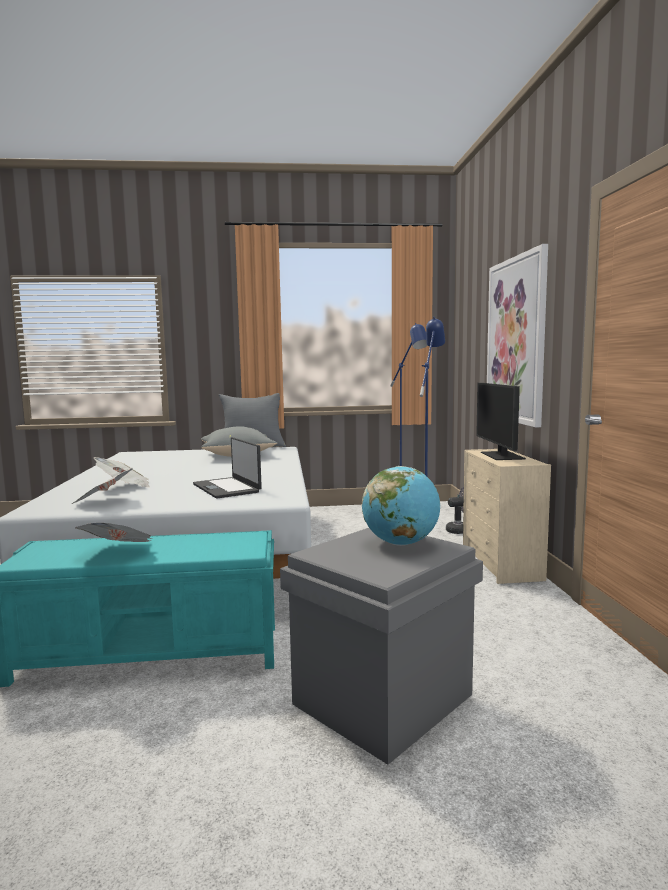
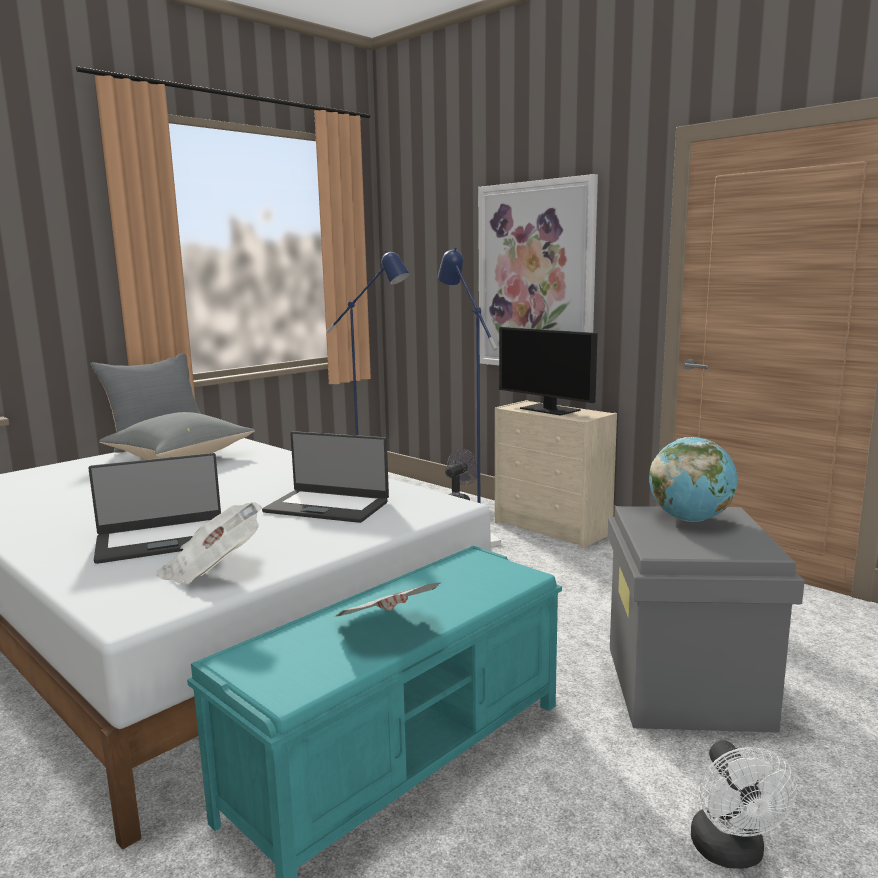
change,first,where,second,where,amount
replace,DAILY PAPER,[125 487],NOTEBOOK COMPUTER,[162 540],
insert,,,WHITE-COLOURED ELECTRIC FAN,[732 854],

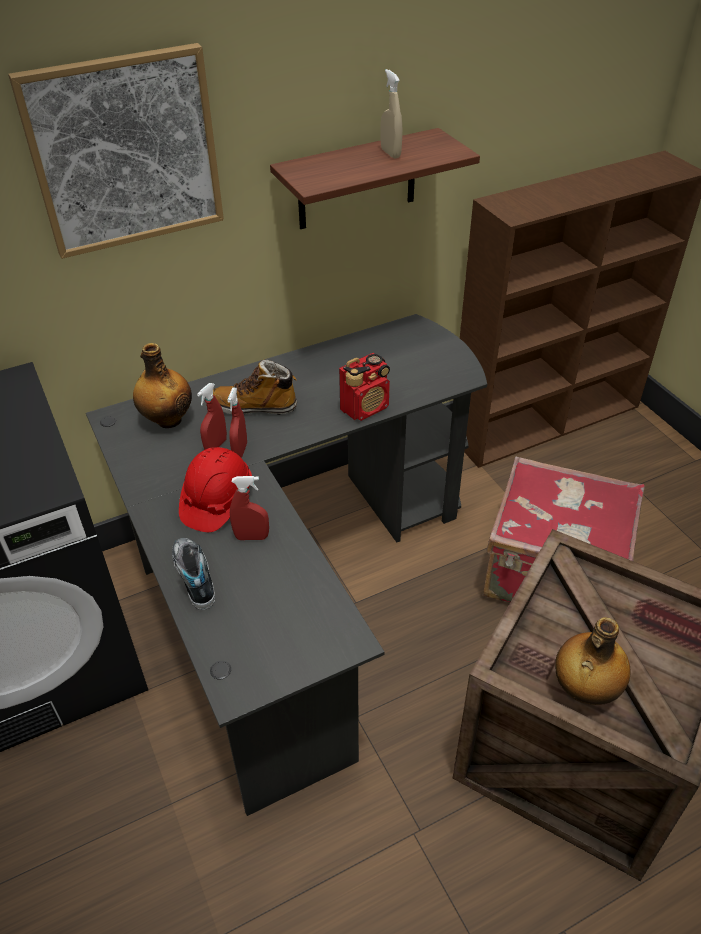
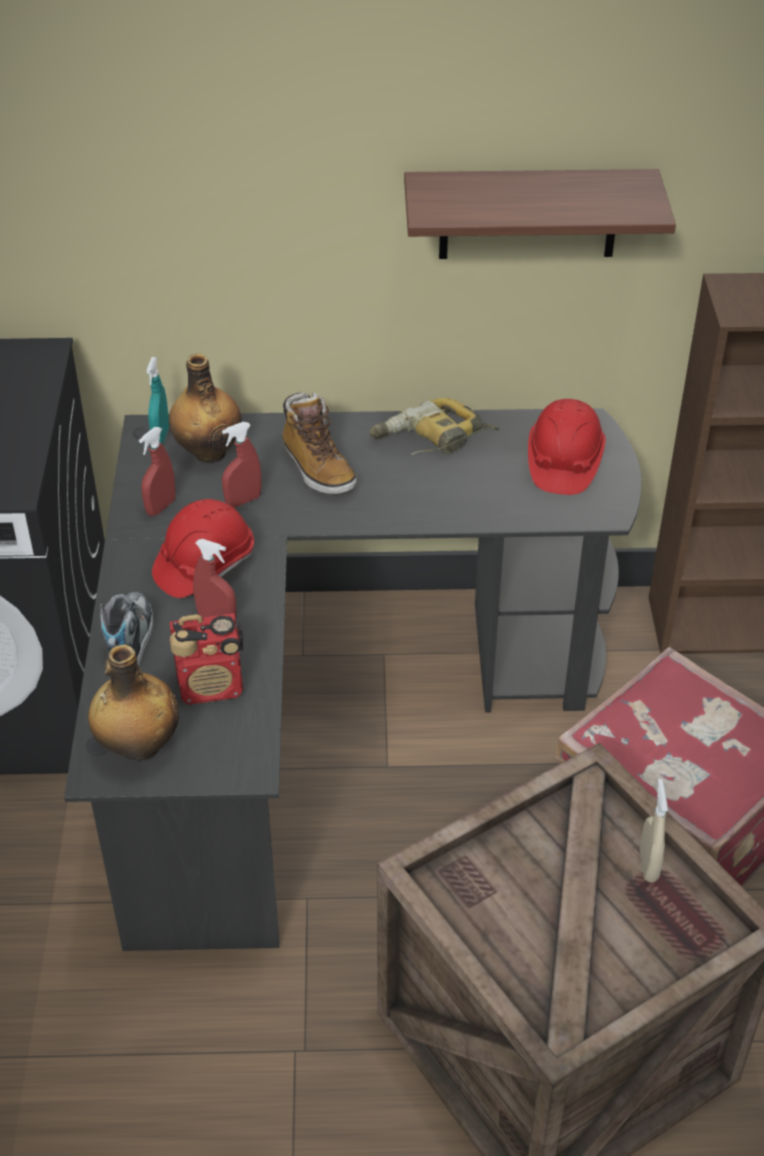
change,first,where,second,where,amount
move,BEVERAGE BOTTLE,[583 690],,[138 746],
move,RED SPRAY BOTTLE,[240 450],,[161 507],
insert,,,TURQUOISE SPRAY BOTTLE,[161 436],
move,RADIO,[365 408],,[212 686],
rotate,HIGH-TOP BOOT,[254 407],,[317 468],150 degrees counterclockwise
insert,,,DRILL,[432 440],
insert,,,RED WORK HELMET,[563 463],
move,BEIGE-COLOURED SPRAY BOTTLE,[390 153],,[648 865],
delete,PICTURE,[125 152],,,

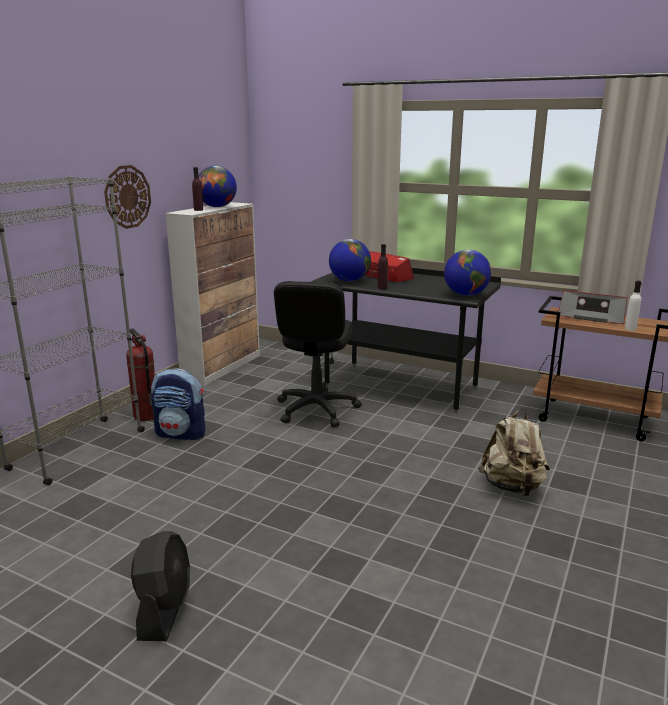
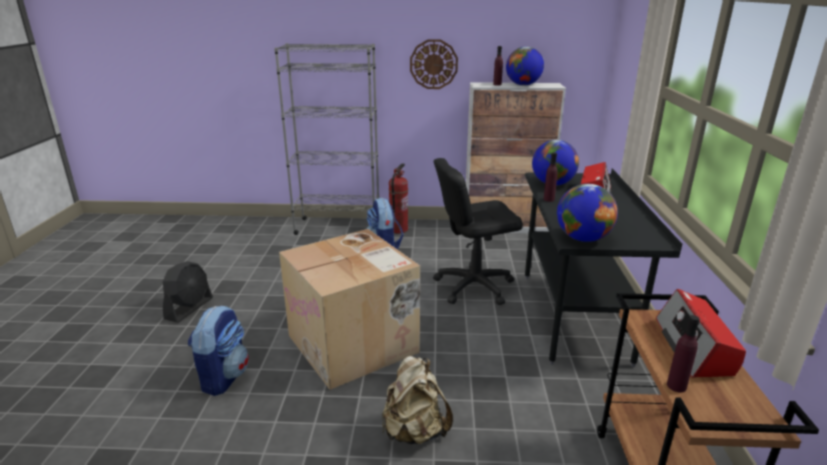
change,first,where,second,where,amount
rotate,BLACK-COLOURED ELECTRIC FAN,[164 610],,[189 308],45 degrees counterclockwise
insert,,,KNAPSACK,[223 377],
insert,,,CARTON,[355 344],
recolor,WHITE-COLOURED BEVERAGE BOTTLE,[630 329],PURPLE-COLOURED BEVERAGE BOTTLE,[676 386],

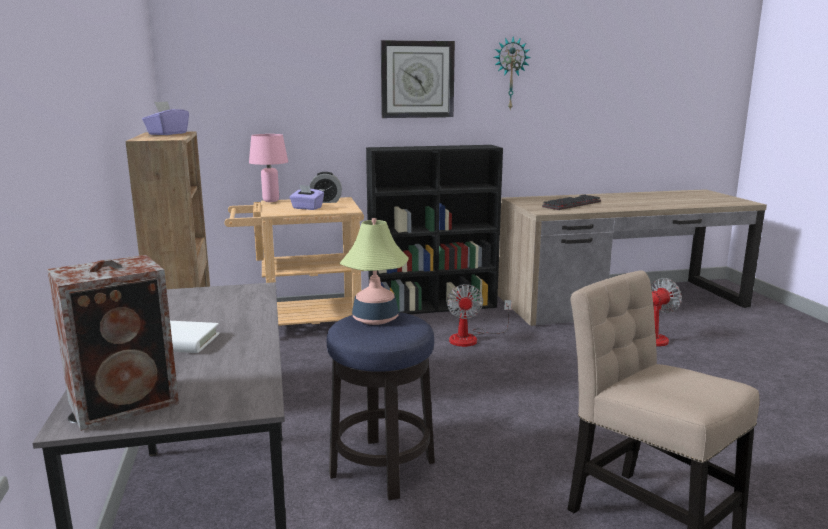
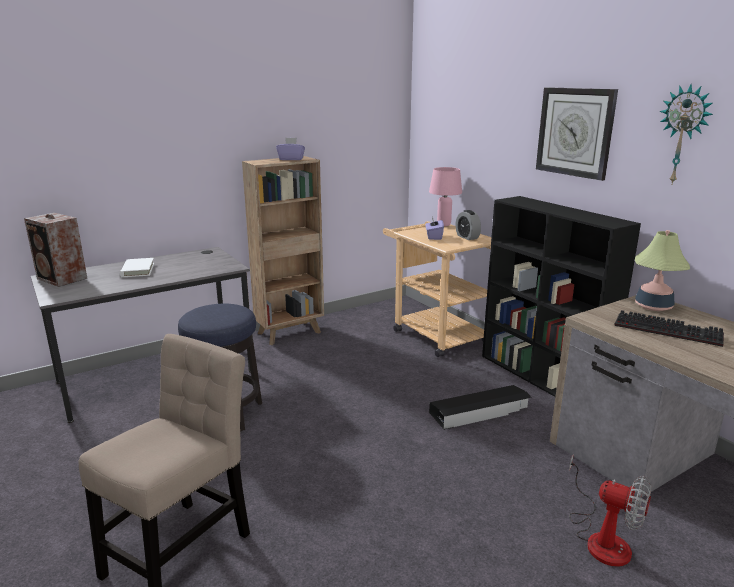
change,first,where,second,where,amount
replace,ELECTRIC FAN,[471 338],BLACK-COLOURED STORAGE CONTAINER,[480 411],
move,LAMP FOR A TABLE,[375 319],,[653 306],

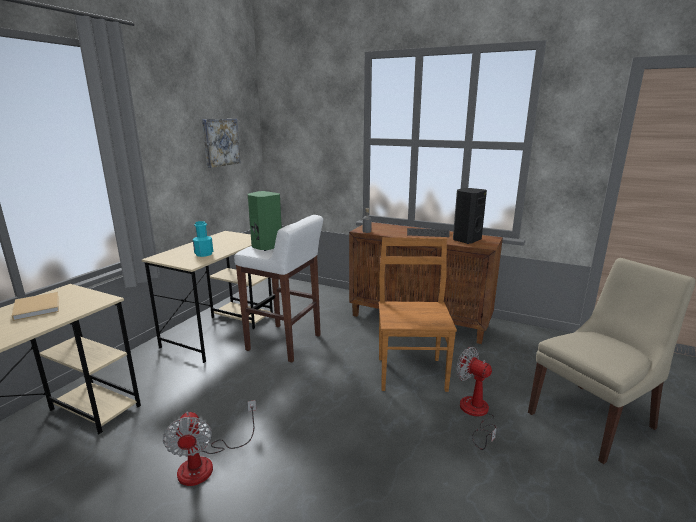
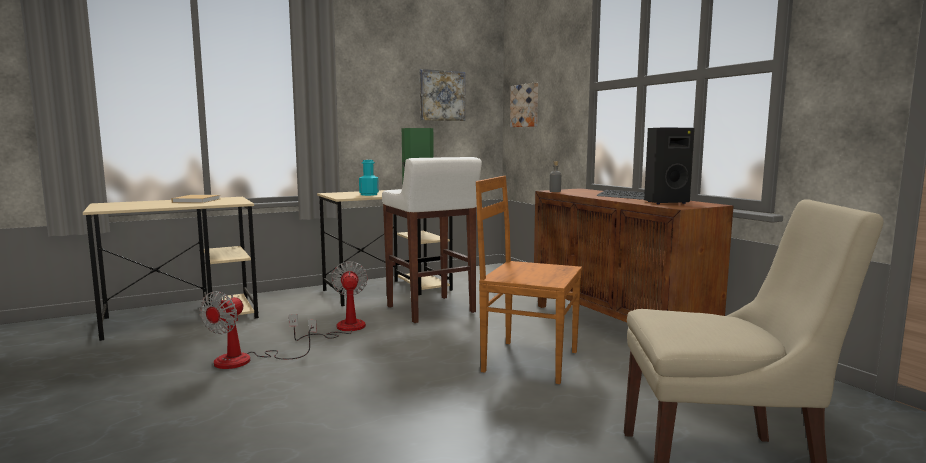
change,first,where,second,where,amount
move,ELECTRIC FAN,[476 414],,[341 329],
rotate,BROWN CHAIR,[411 372],,[527 361],105 degrees counterclockwise
insert,,,PICTURE,[525 105],

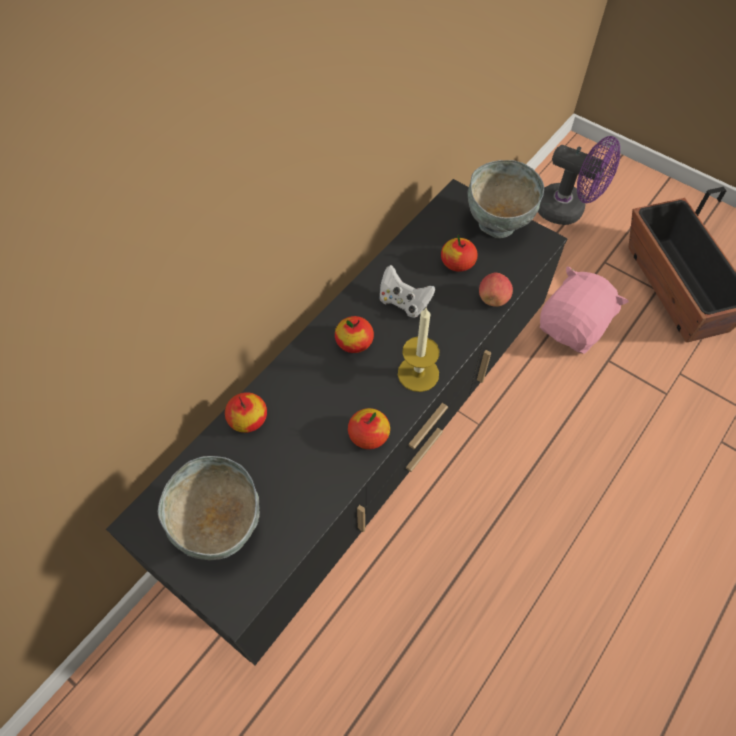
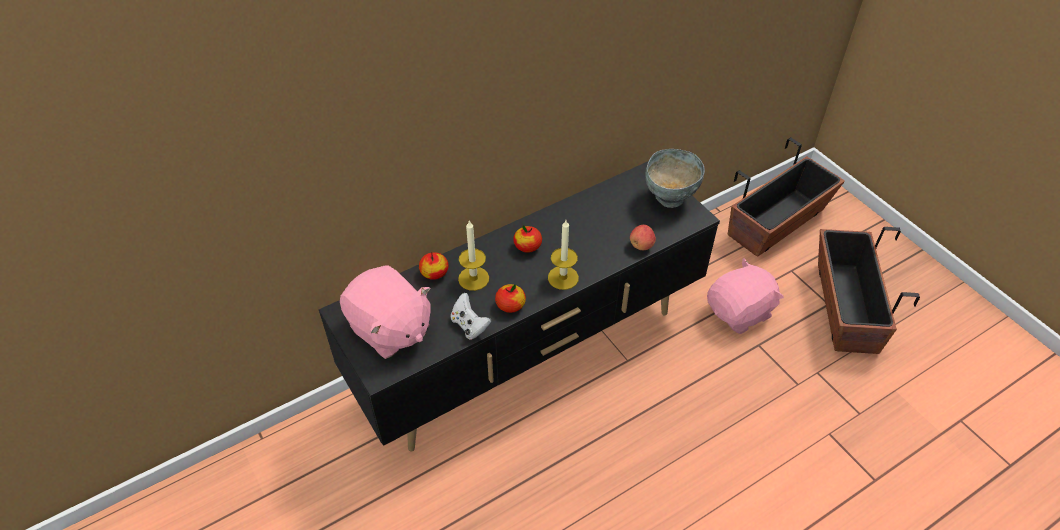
change,first,where,second,where,amount
replace,GREYISH DEEP DISH,[221 527],PINK-COLOURED CUDDLY TOY,[390 329],
move,WHITE-COLOURED JOYPAD,[403 302],,[469 325],
insert,,,WAX CANDLE,[473 278],
replace,PURPLE-COLOURED ELECTRIC FAN,[568 211],PLANT POT,[777 223],
delete,APPLE FRUIT,[457 263],,,

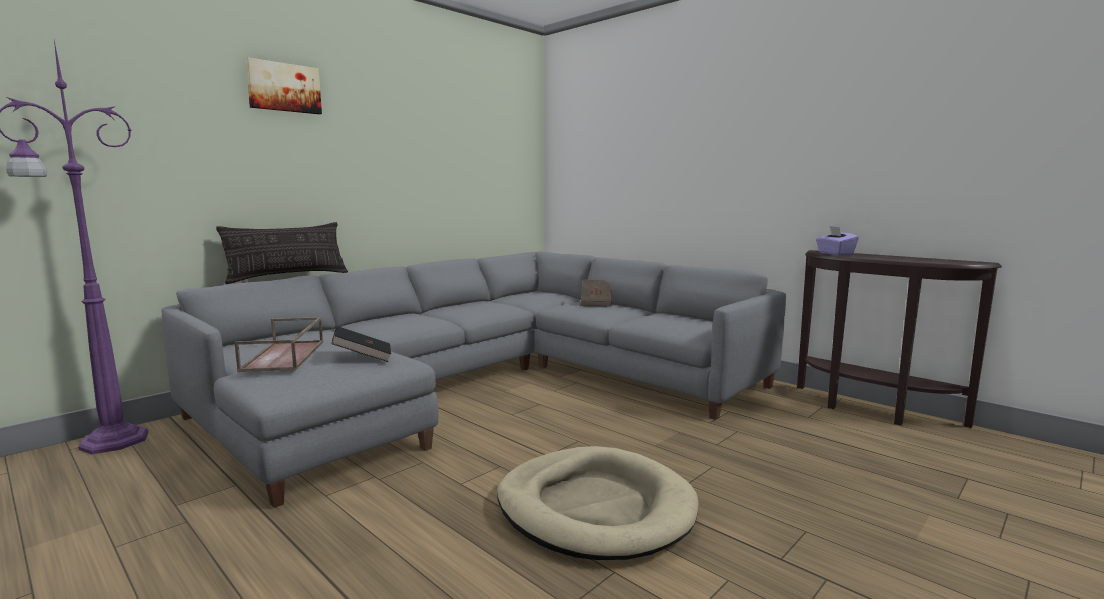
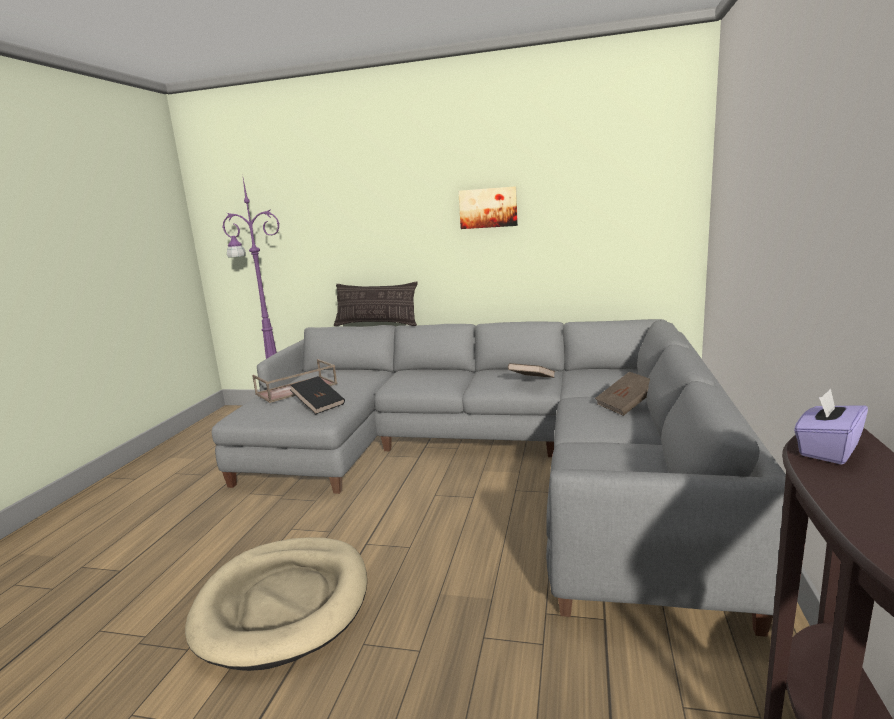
change,first,where,second,where,amount
move,PICTURE,[284 87],,[488 208],
insert,,,BROWN VOLUME,[532 381],

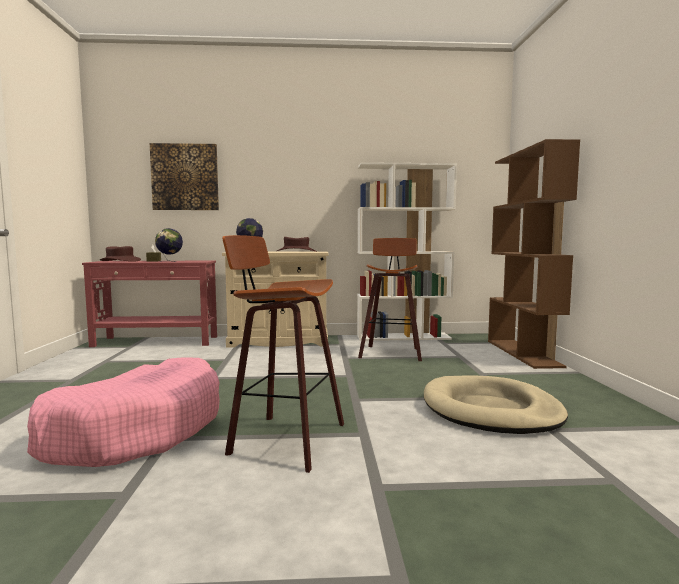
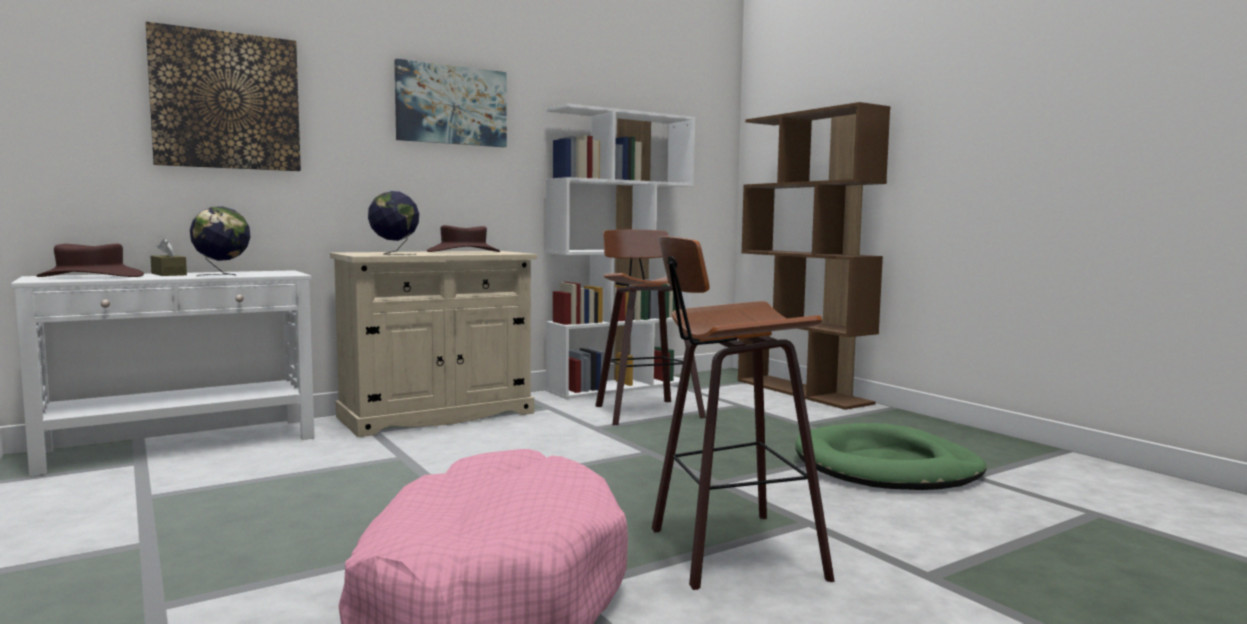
change,first,where,second,where,amount
recolor,RED HALL TABLE,[156 341],WHITE-COLOURED HALL TABLE,[182 445],
insert,,,PICTURE,[451 105],
recolor,BEIGE-COLOURED DOG CUSHION,[490 410],GREEN-COLOURED DOG CUSHION,[886 466],

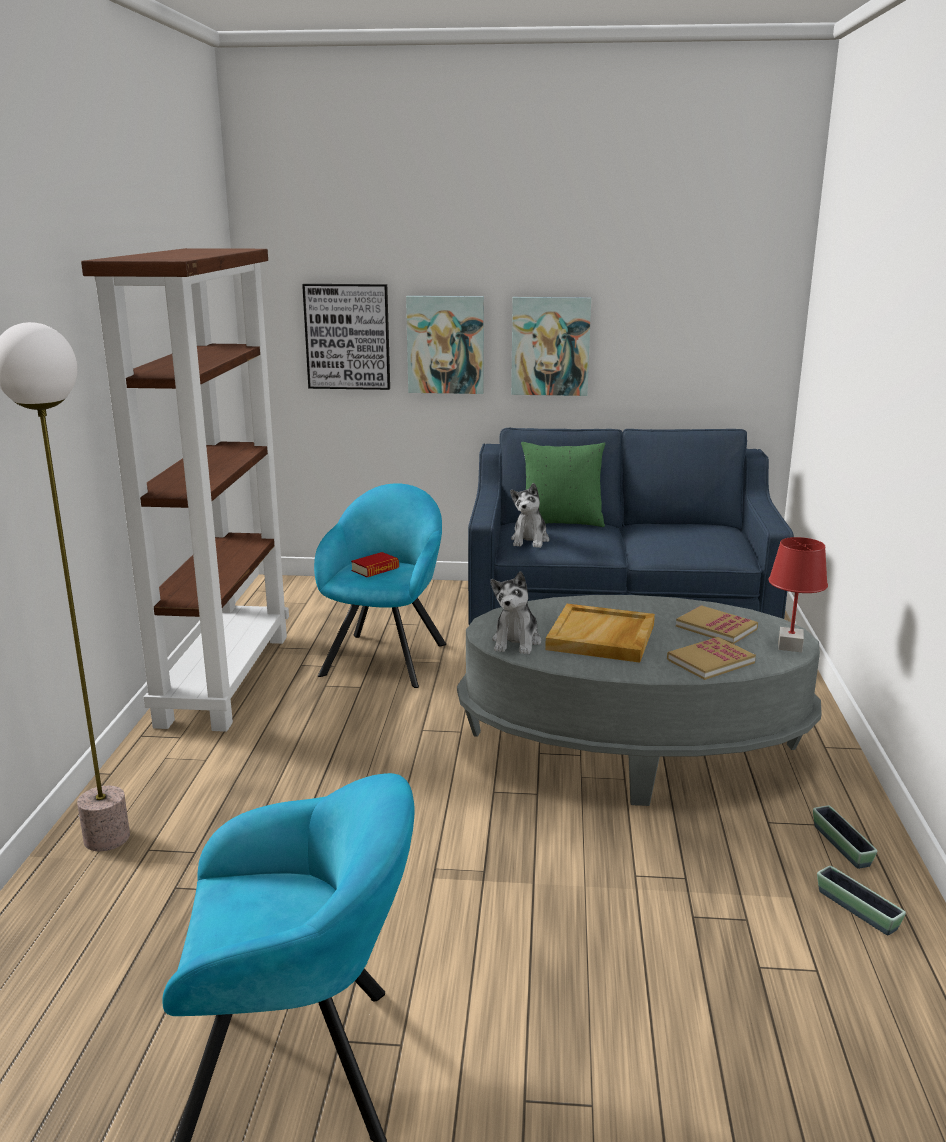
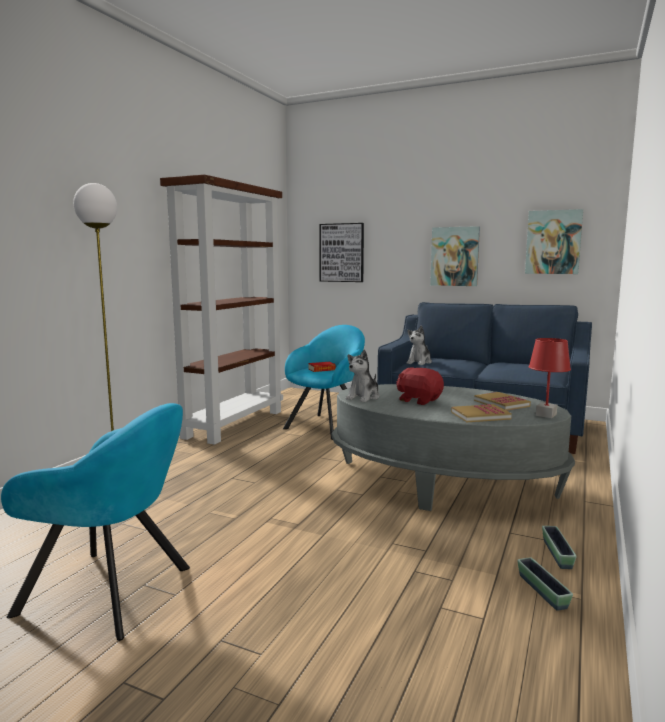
change,first,where,second,where,amount
replace,BEIGE-COLOURED TRAY,[601 637],RED CUDDLY TOY,[419 400],
move,PICTURE,[445 344],,[553 242],
delete,GREEN-COLOURED PILLOW,[561 522],,,

